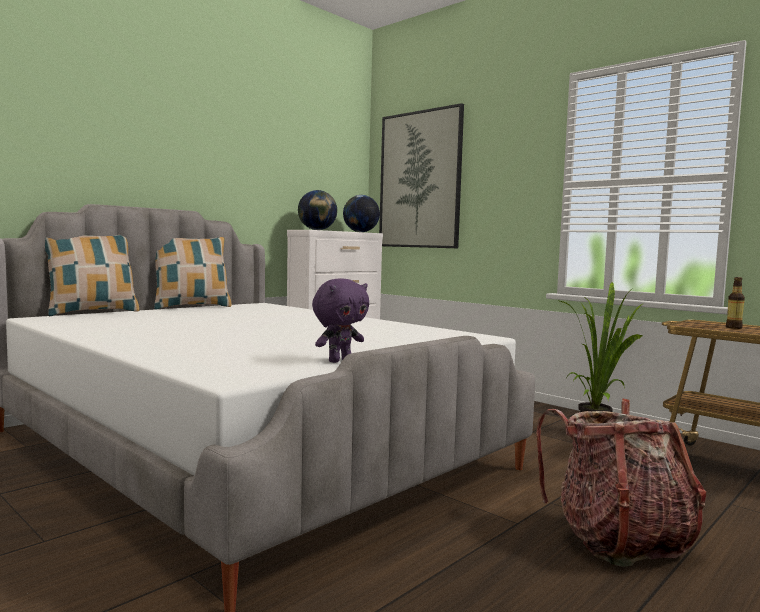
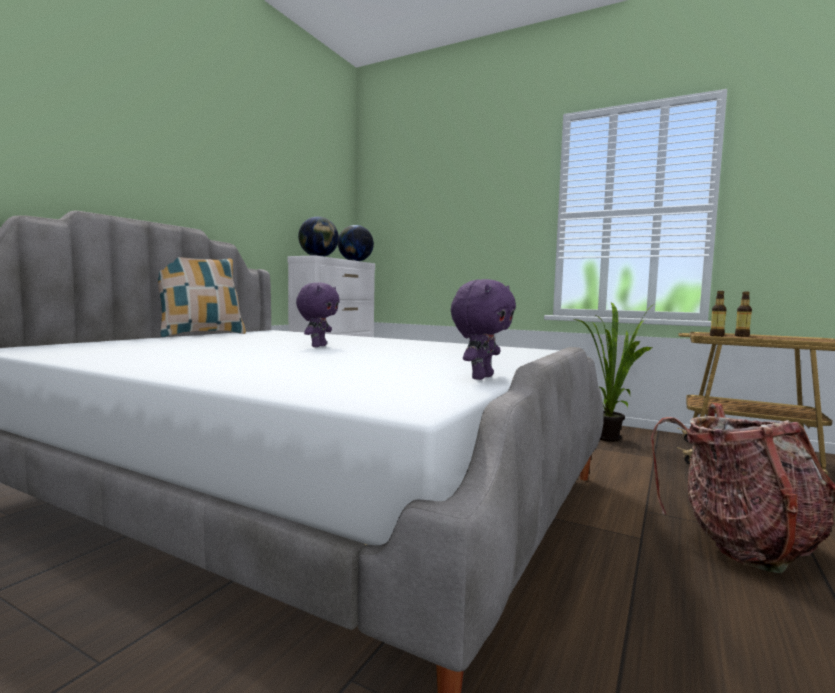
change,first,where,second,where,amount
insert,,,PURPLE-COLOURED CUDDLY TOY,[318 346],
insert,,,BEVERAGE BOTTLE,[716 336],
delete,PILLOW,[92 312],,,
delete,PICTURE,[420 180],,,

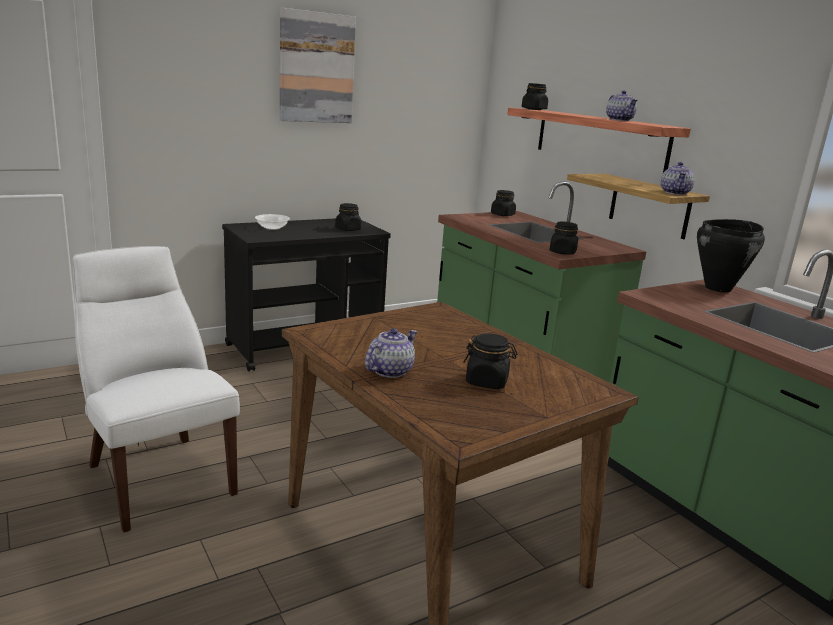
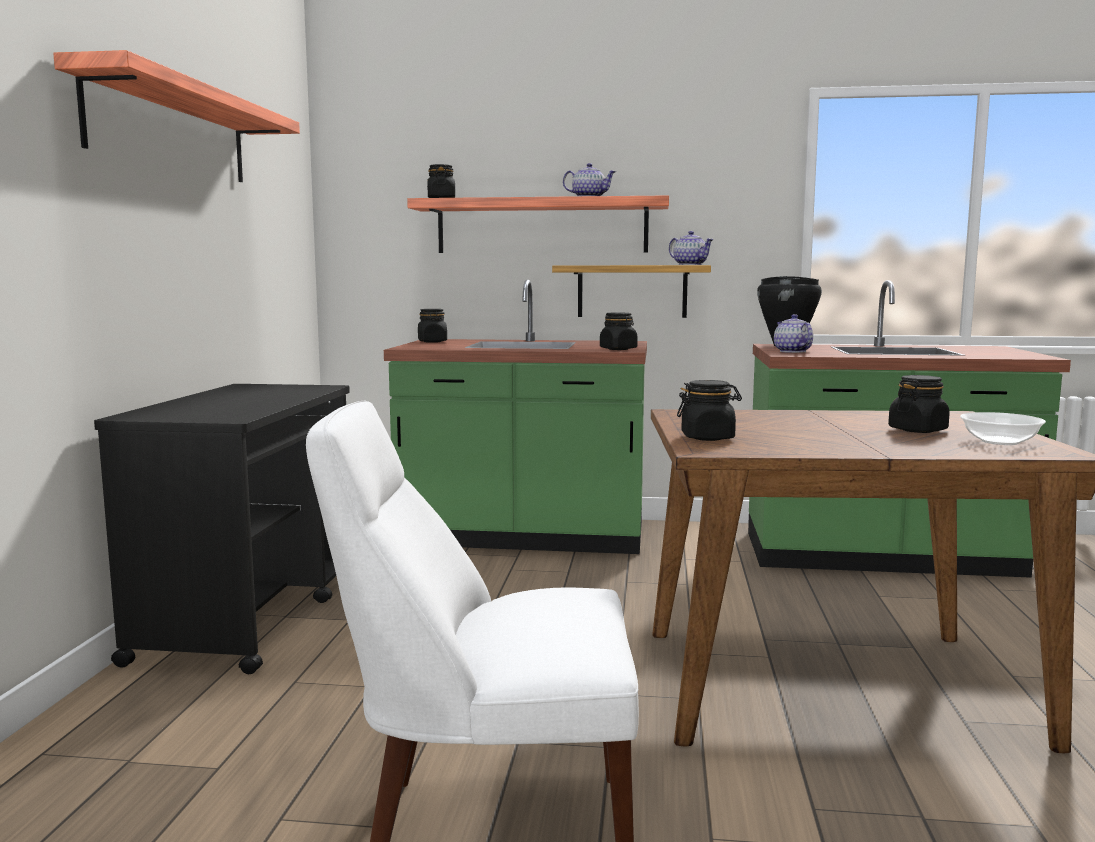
change,first,where,second,where,amount
replace,PICTURE,[316 68],BRACKET SHELF,[171 131],
move,BLACK-COLOURED PRESERVE JAR,[348 229],,[708 438],
move,TEAPOT,[390 371],,[791 351],
move,DEEP DISH,[272 228],,[1000 442],

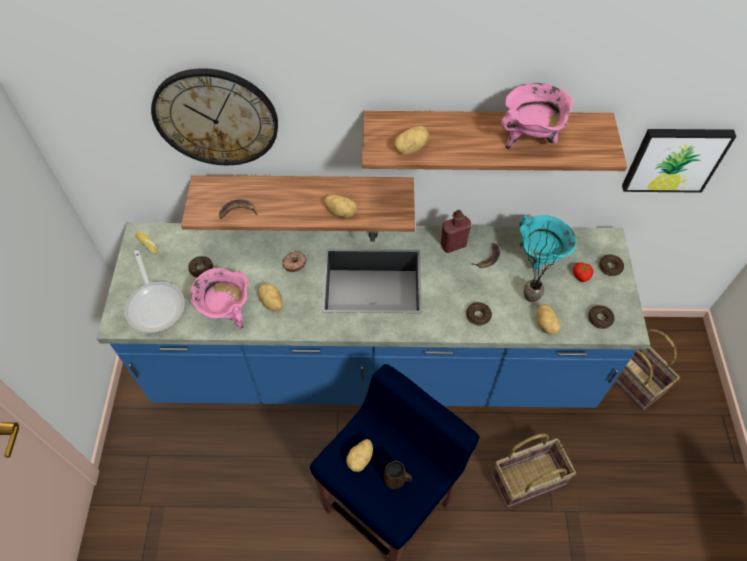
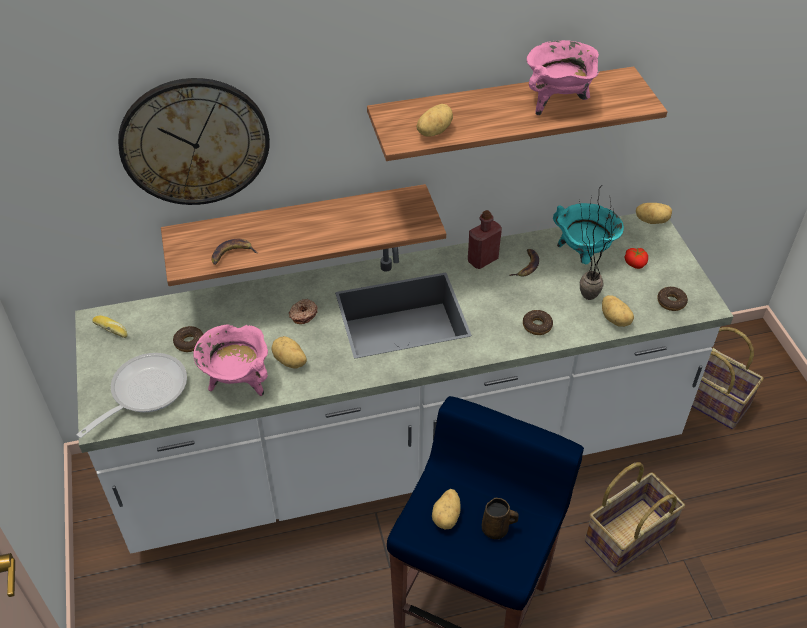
change,first,where,second,where,amount
recolor,BLUISH COUNTER,[373 367],WHITE-COLOURED COUNTER,[403 453],
rotate,FRYING PAN,[155 304],,[144 392],105 degrees counterclockwise
move,SPUD,[341 212],,[651 220],
delete,RING DOUGHNUT,[610 267],,,
delete,PICTURE,[675 158],,,

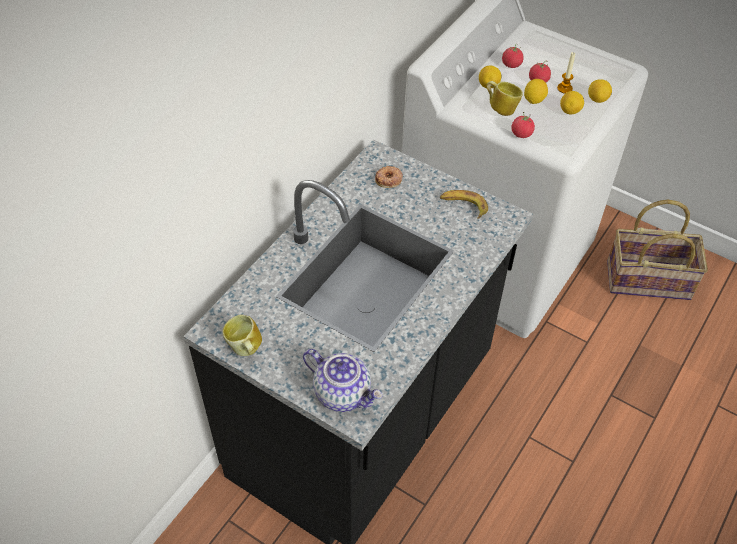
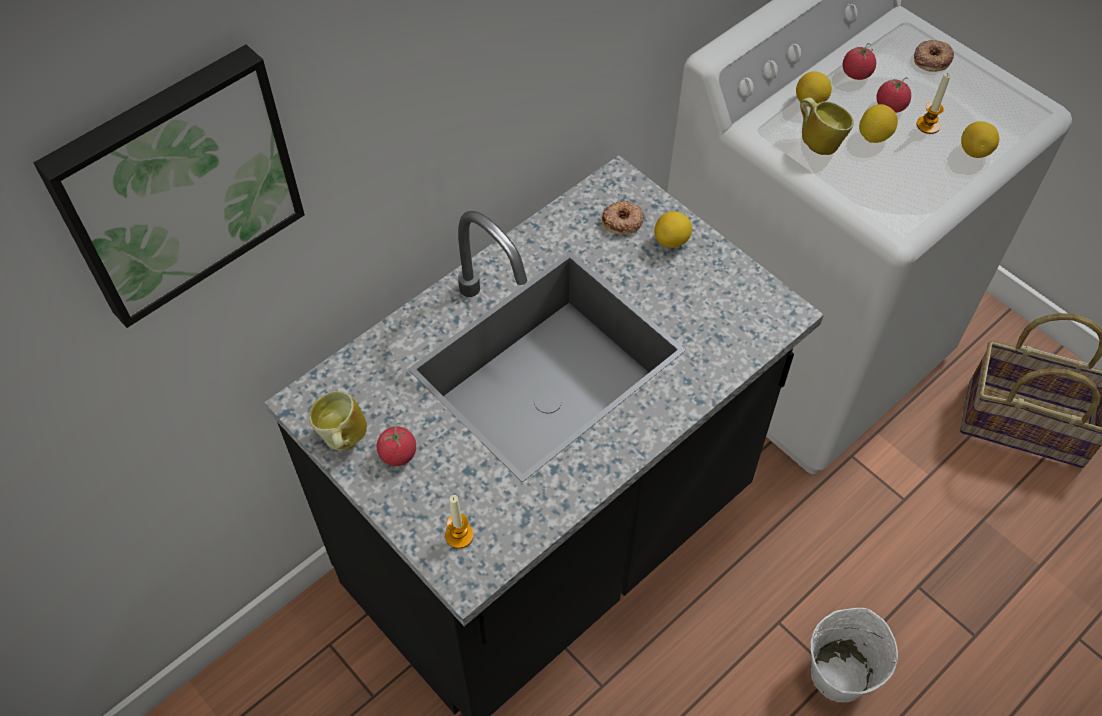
change,first,where,second,where,amount
insert,,,PICTURE,[176 183],
move,FRESH TOMATO,[521 134],,[398 454],
replace,TEAPOT,[343 393],WAX CANDLE,[459 535],
move,CITRUS FRUIT,[570 111],,[672 241],
insert,,,WHITE-COLOURED BUCKET,[840 672],
insert,,,RING DOUGHNUT,[931 59],
delete,BANANA,[463 206],,,

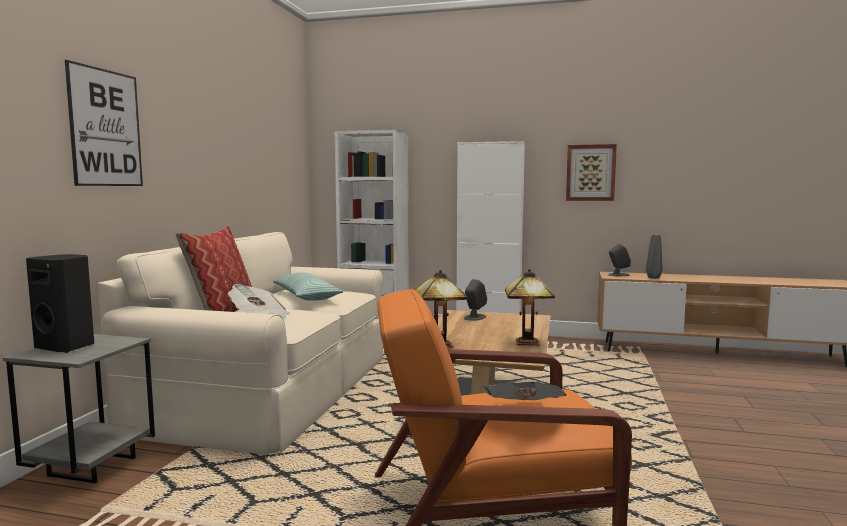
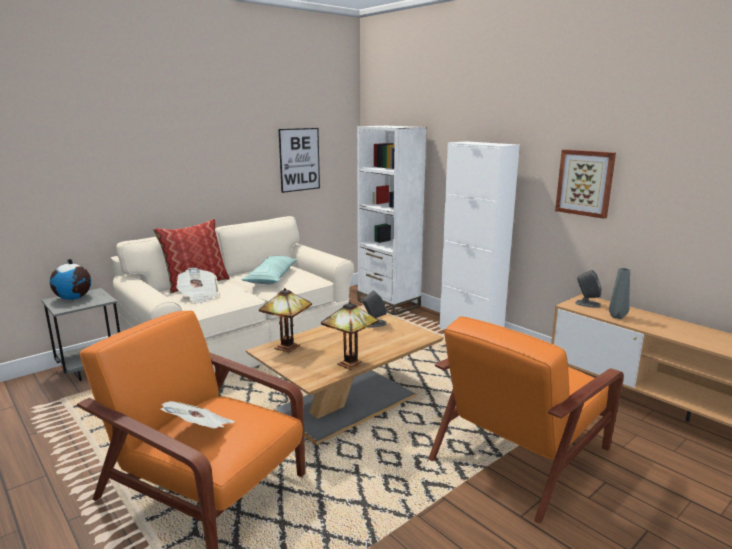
change,first,where,second,where,amount
replace,BLACK-COLOURED SPEAKER,[67 347],GLOBE,[74 298],
move,PICTURE,[106 128],,[299 159],
insert,,,ORANGE ARMCHAIR,[522 452],

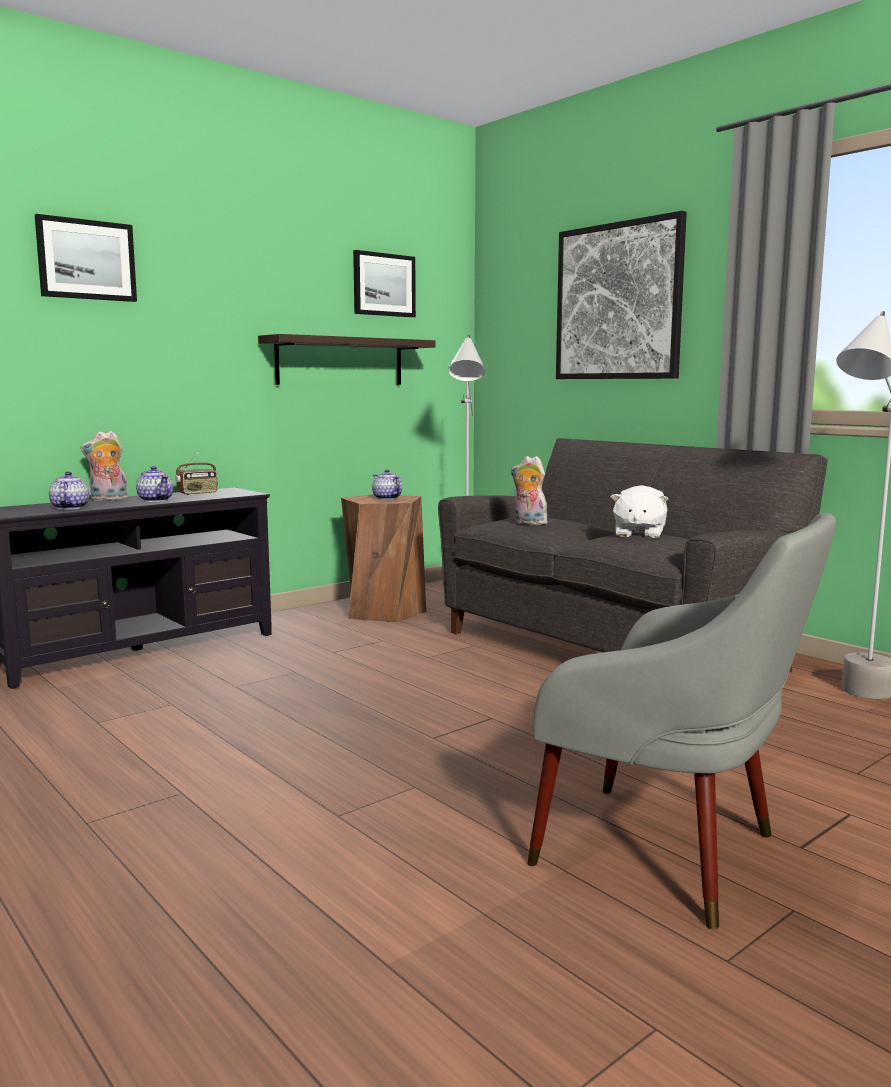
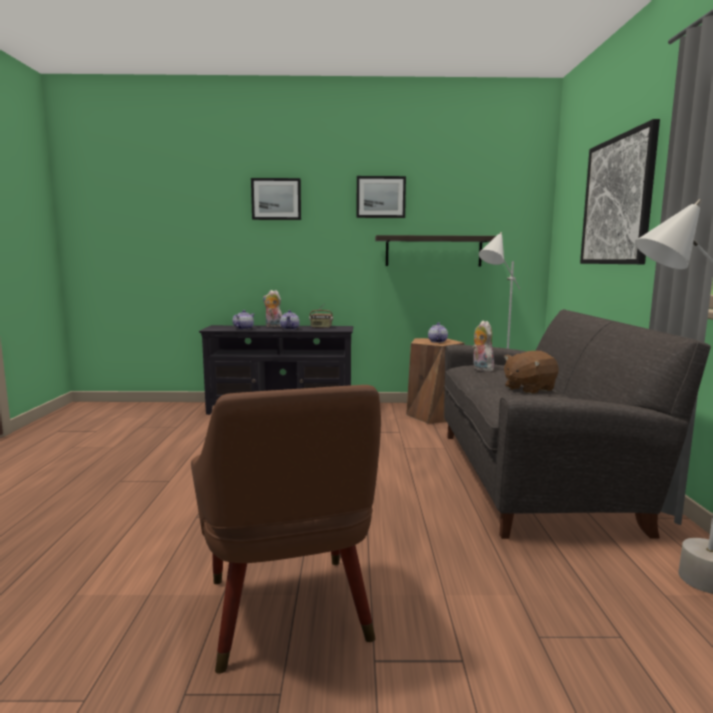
change,first,where,second,where,amount
recolor,GREYISH ARMCHAIR,[672 855],BROWN ARMCHAIR,[289 618],
move,PICTURE,[383 285],,[380 197],
recolor,WHITE-COLOURED CUDDLY TOY,[638 534],BROWN CUDDLY TOY,[528 389],

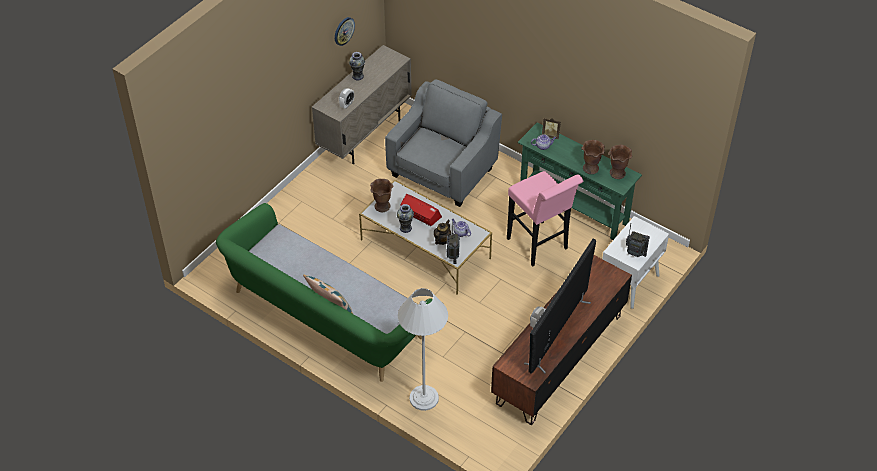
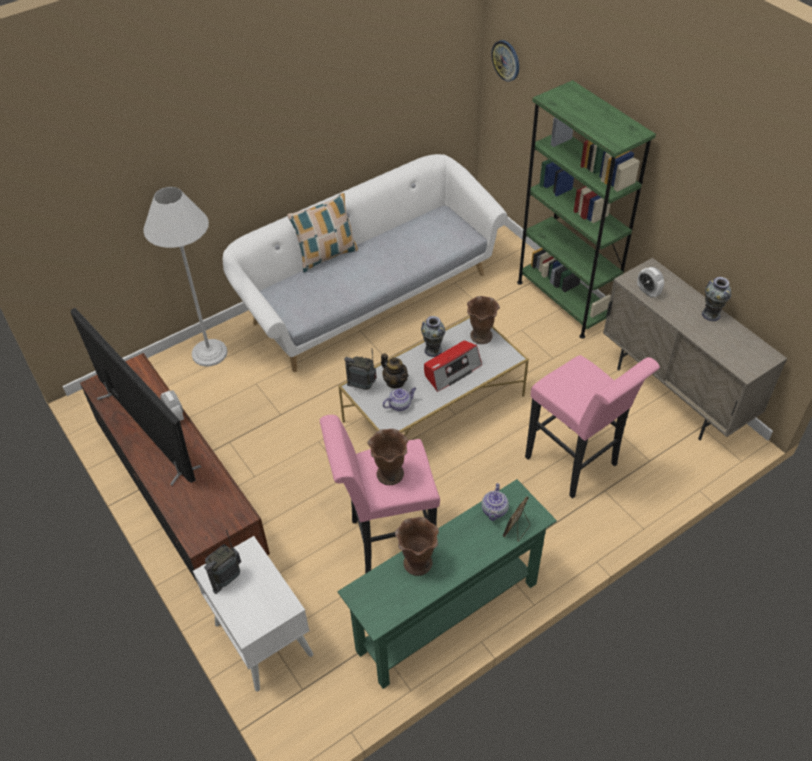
change,first,where,second,where,amount
recolor,GREEN-COLOURED SETTEE,[325 316],WHITE-COLOURED SETTEE,[368 296],
move,BROWN DECORATIVE VASE,[617 173],,[389 474],
move,WALL CLOCK,[343 31],,[506 60],
insert,,,GREEN-COLOURED BOOKSHELF,[565 300],
replace,GREYISH ARMCHAIR,[443 172],PINK-COLOURED STOOL,[576 465],

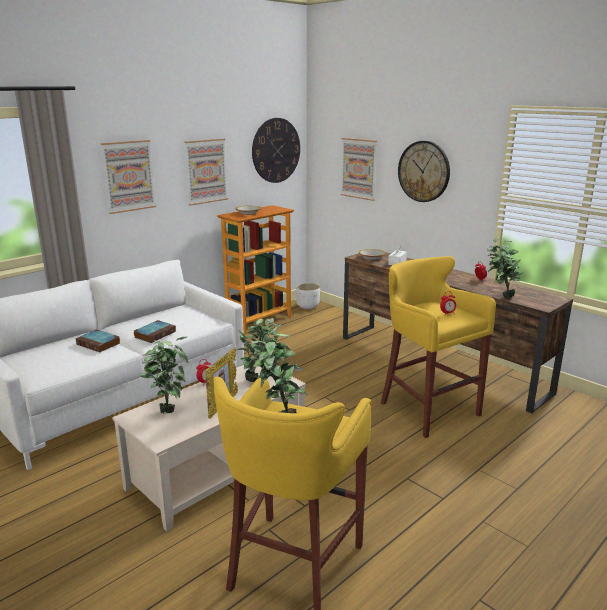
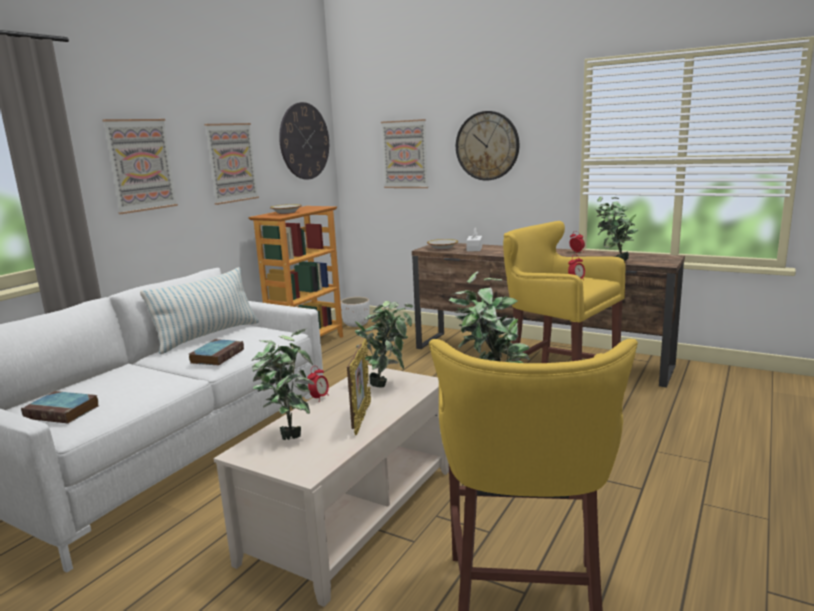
change,first,where,second,where,amount
move,VOLUME,[99 344],,[63 412],
insert,,,PILLOW,[208 336],

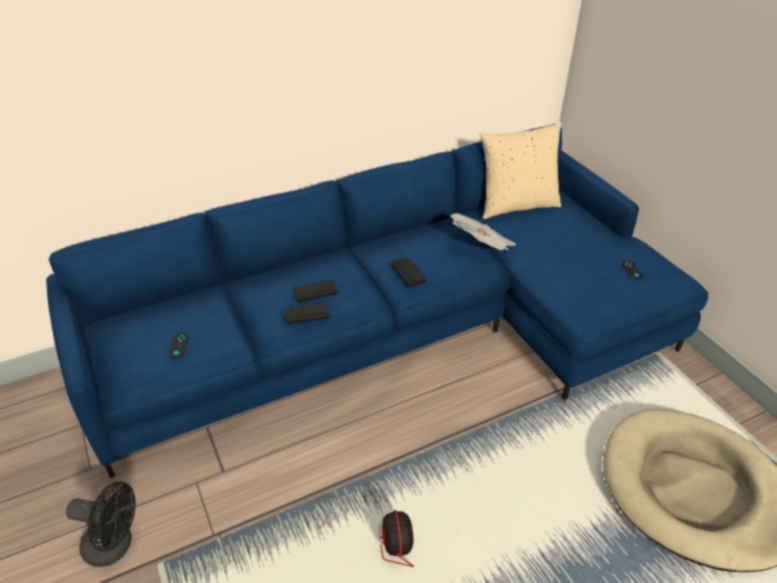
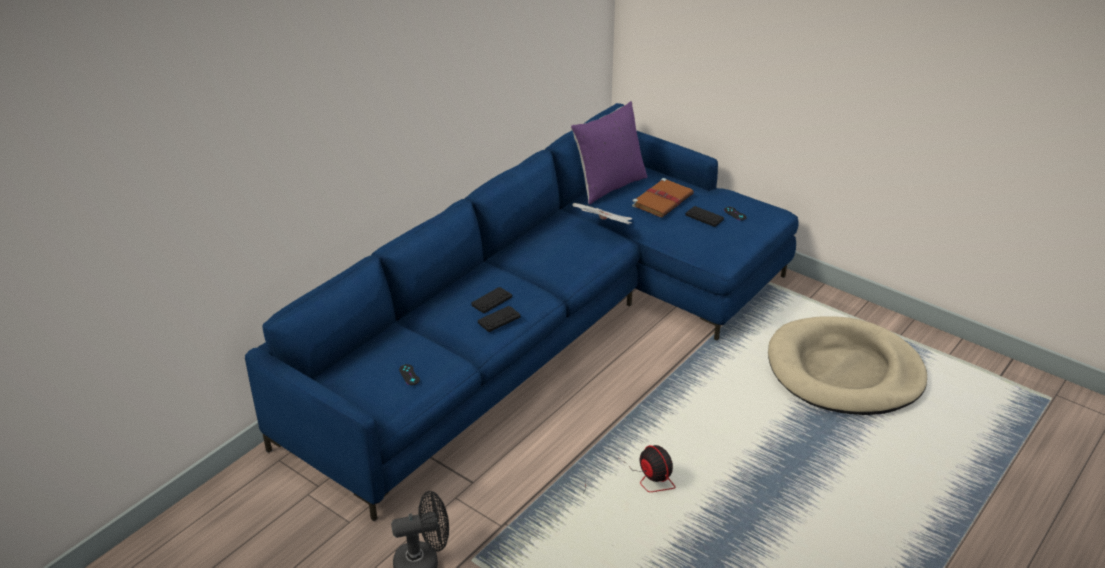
change,first,where,second,where,amount
recolor,BEIGE-COLOURED PILLOW,[516 205],PURPLE-COLOURED PILLOW,[609 185],
insert,,,BROWN VOLUME,[663 200],
move,BLACK-COLOURED JOYPAD,[408 273],,[704 217],

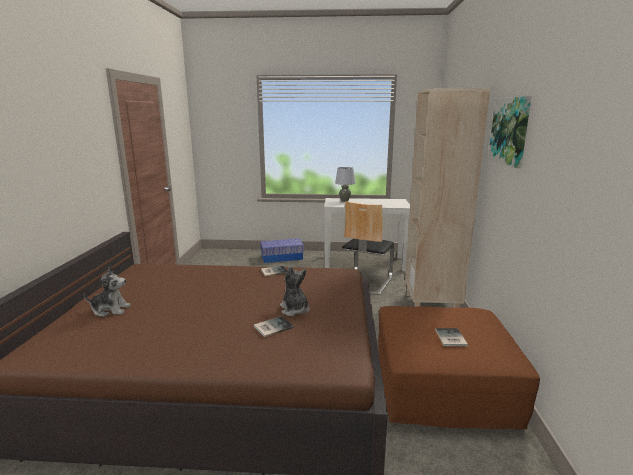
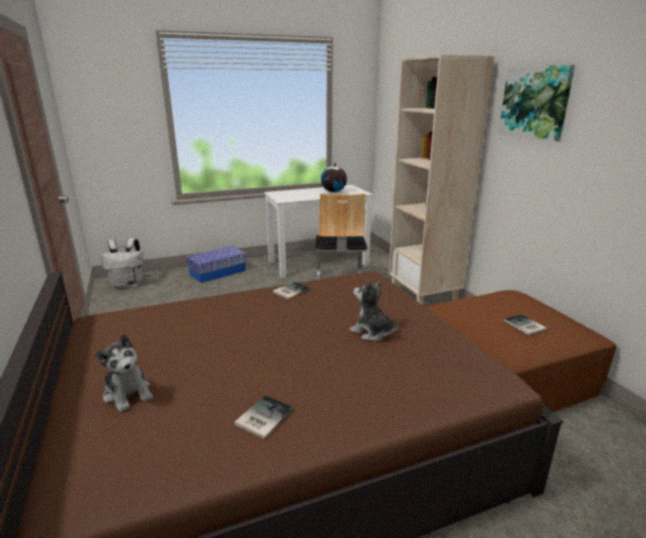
change,first,where,second,where,amount
rotate,CUDDLY TOY,[110 310],,[128 393],75 degrees clockwise
insert,,,WHITE-COLOURED KNAPSACK,[128 285],
move,VOLUME,[272 327],,[262 417],
insert,,,GLOBE,[333 192],
delete,GREYISH LAMP FOR A TABLE,[344 201],,,

